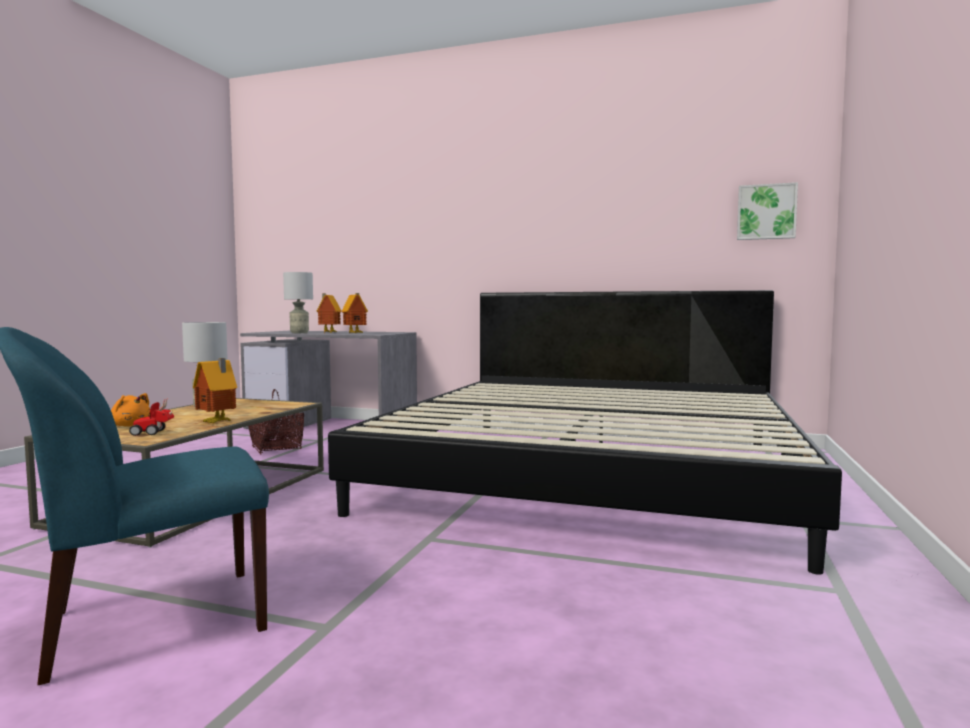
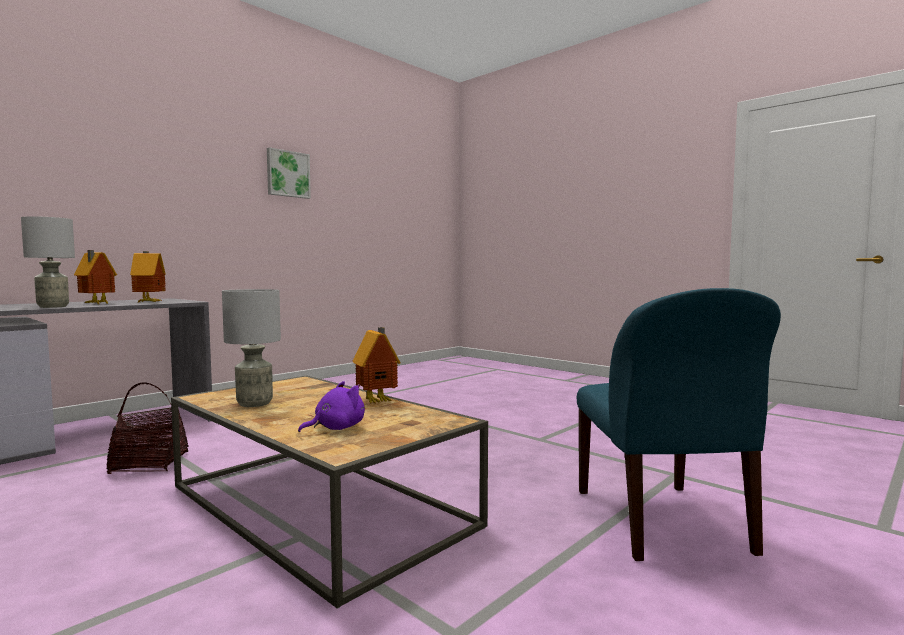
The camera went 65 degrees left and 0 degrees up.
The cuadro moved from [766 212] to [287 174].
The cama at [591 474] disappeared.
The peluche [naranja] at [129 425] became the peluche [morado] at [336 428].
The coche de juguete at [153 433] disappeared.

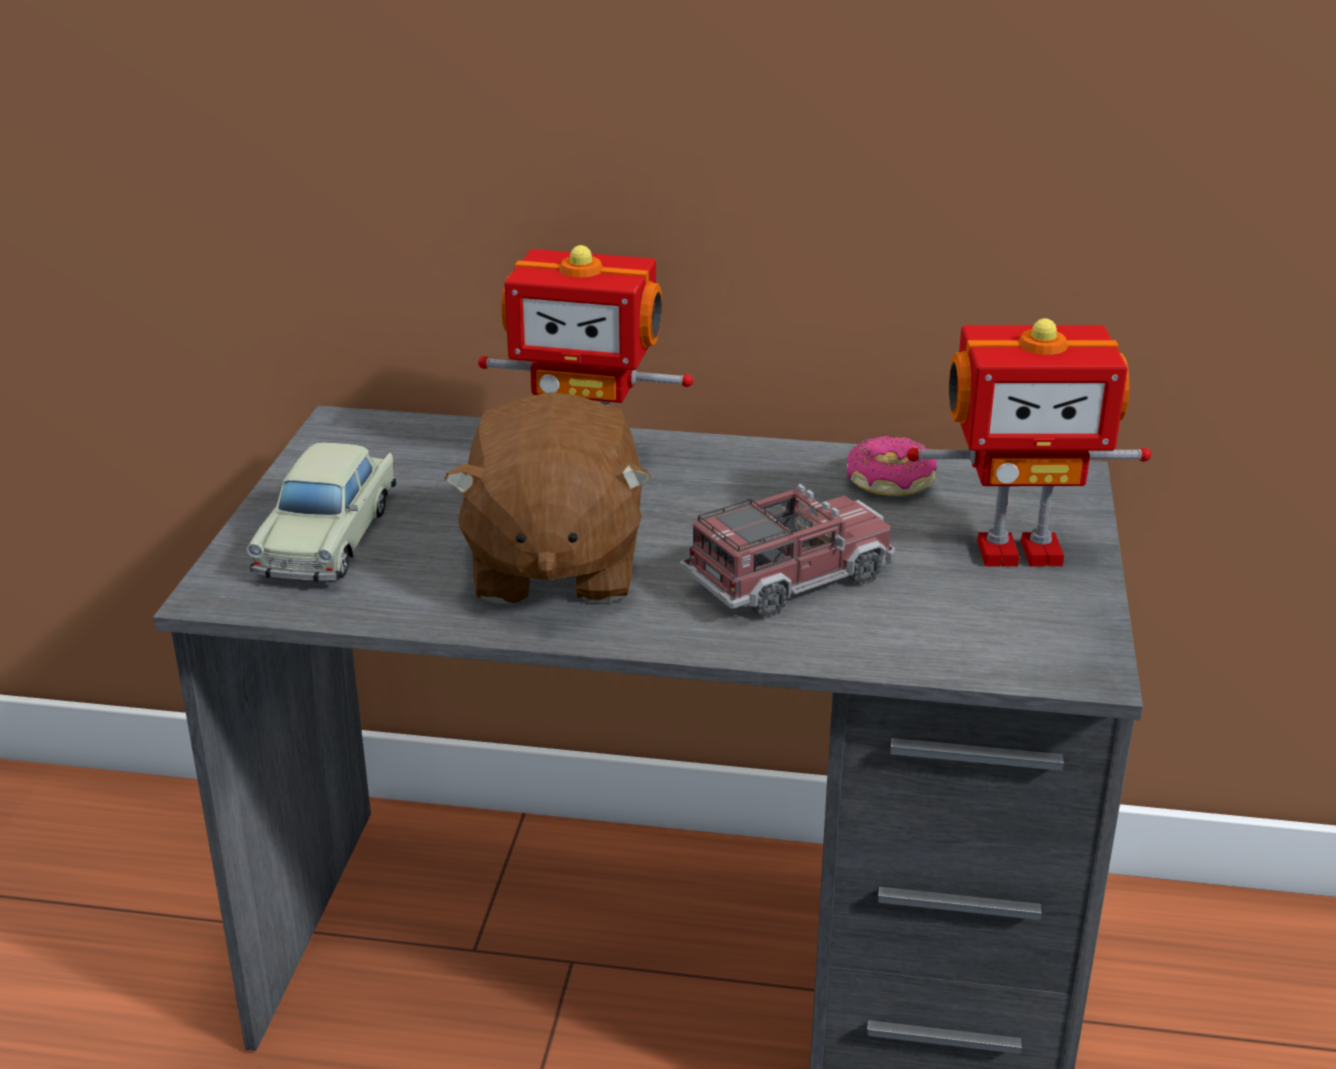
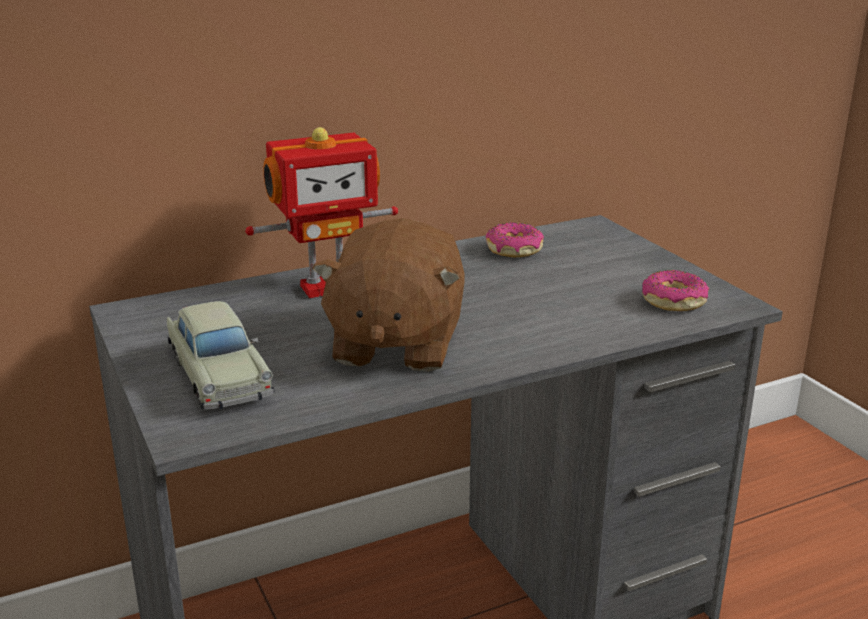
The camera went 35 degrees left and 5 degrees down.
The robot de juguete at [1018 550] disappeared.
The peluche [marrón] at [553 567] turned 45 degrees clockwise.
The camión de juguete at [789 579] disappeared.
The rosquilla at [673 302] appeared.

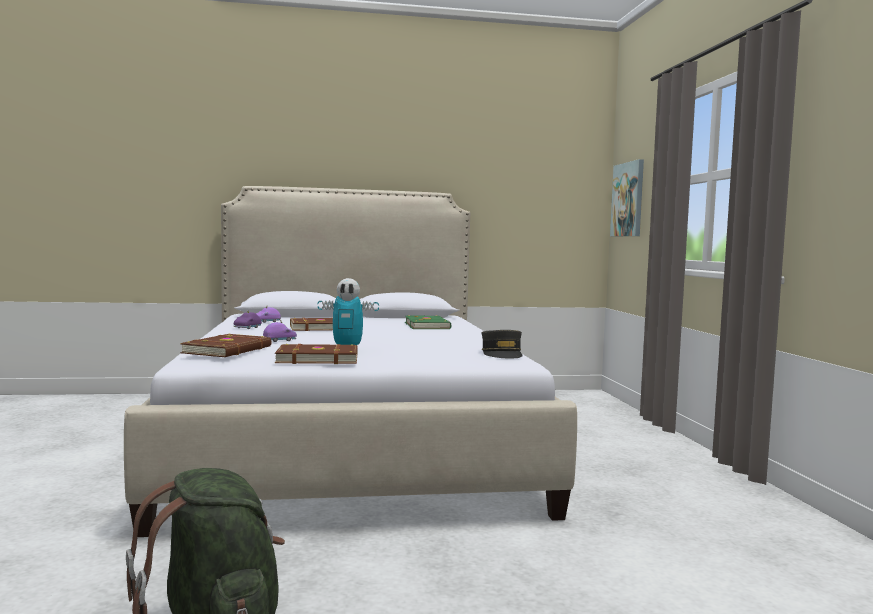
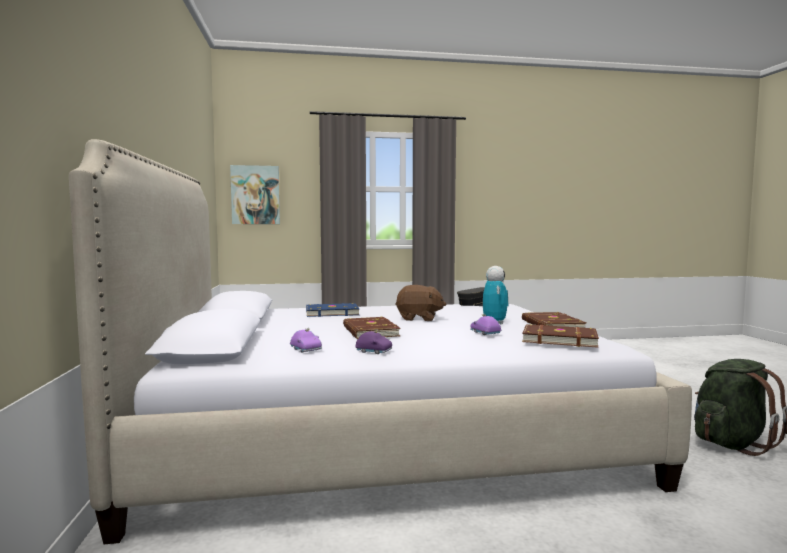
The camera went 90 degrees left and 0 degrees up.
The libro [verde] at [428 326] became the libro [azul] at [331 313].
The peluche [marrón] at [419 318] appeared.

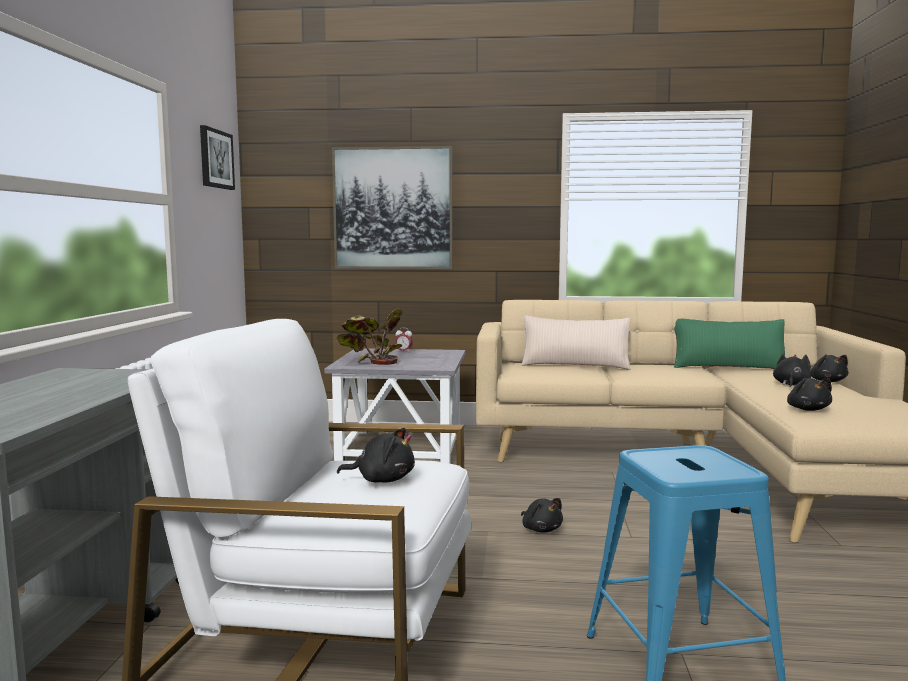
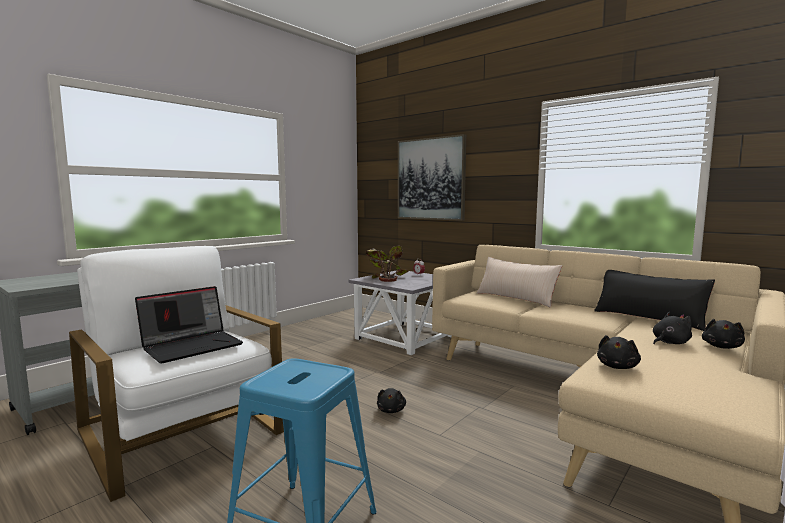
The camera went 35 degrees right and 0 degrees up.
The cuadro at [215 159] disappeared.
The cojín [verde] at [727 367] became the cojín [negro] at [648 318].
The peluche [negro] at [382 479] was replaced by the portátil at [193 345].

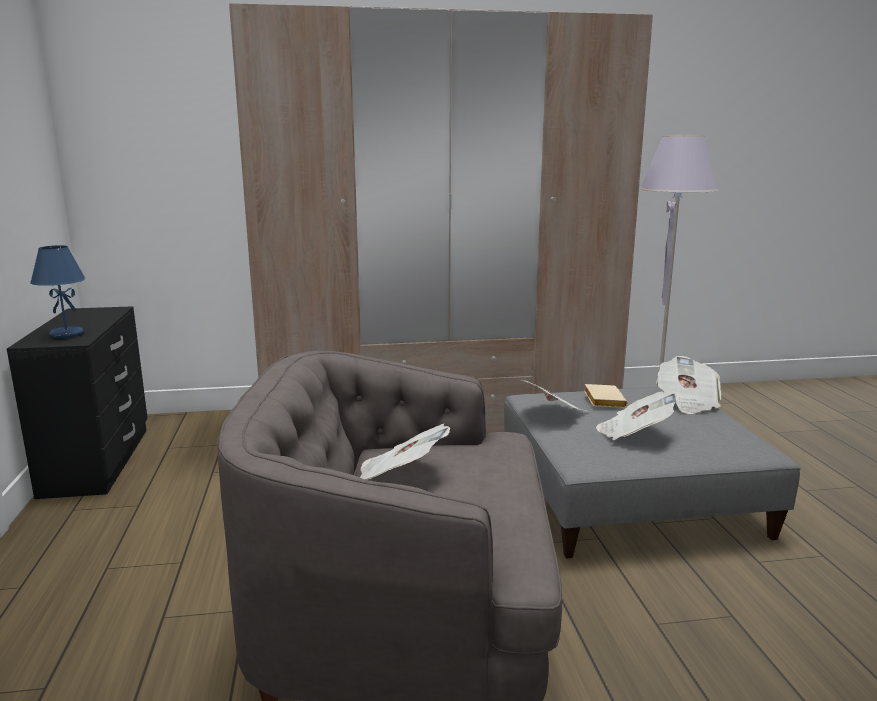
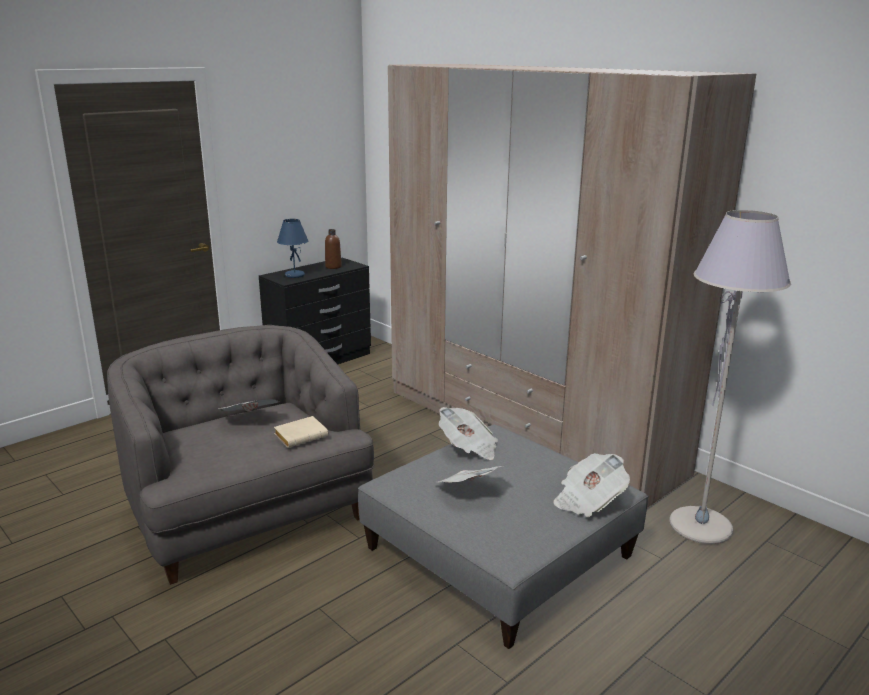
The camera went 55 degrees right and 5 degrees up.
The libro [beis] moved from [602 400] to [301 435].
The botella [marrón] at [333 267] appeared.

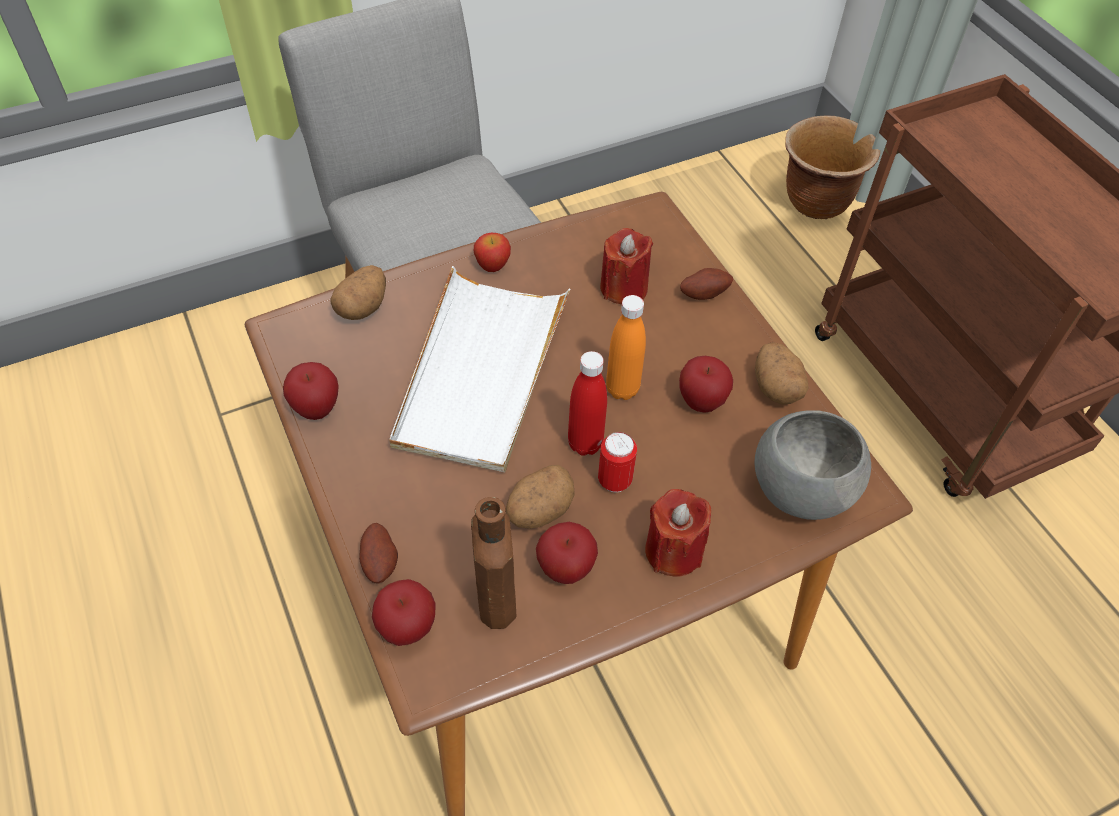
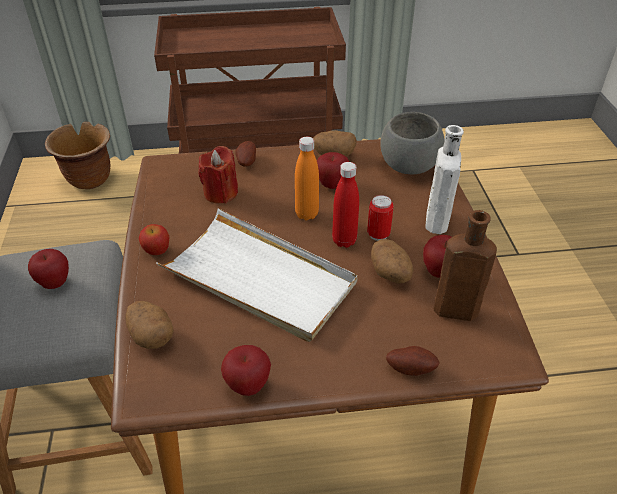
The camera went 70 degrees left and 10 degrees down.
The vela [rojo] at [673 551] was replaced by the botella [blanco] at [437 223].
The manzana moved from [407 629] to [55 283].

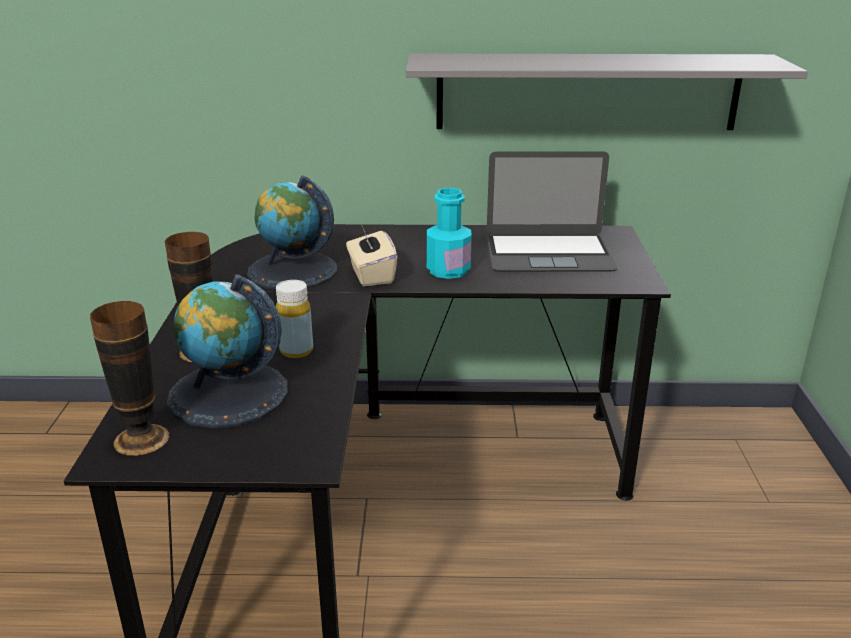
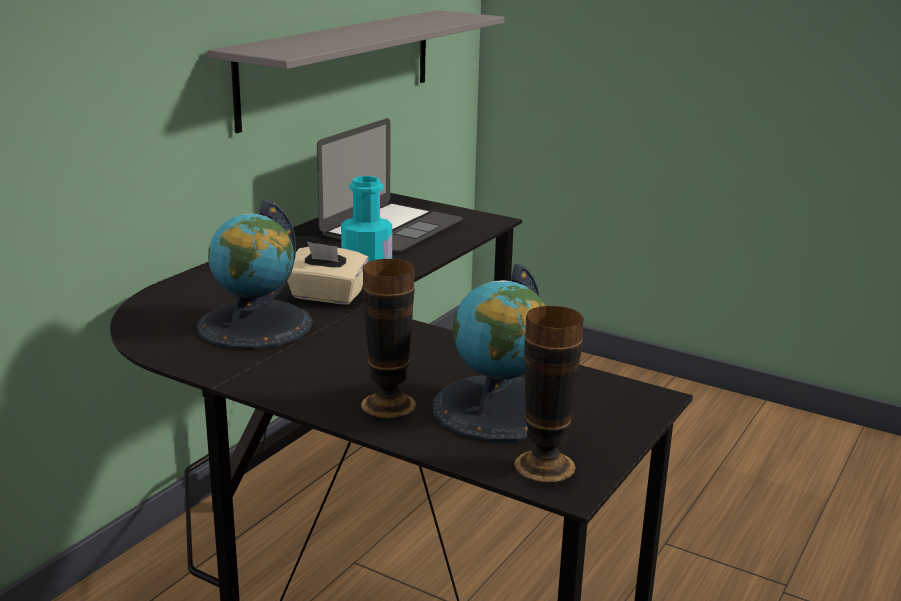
The camera went 60 degrees left and 5 degrees down.
The botella [amarillo] at [296 351] disappeared.

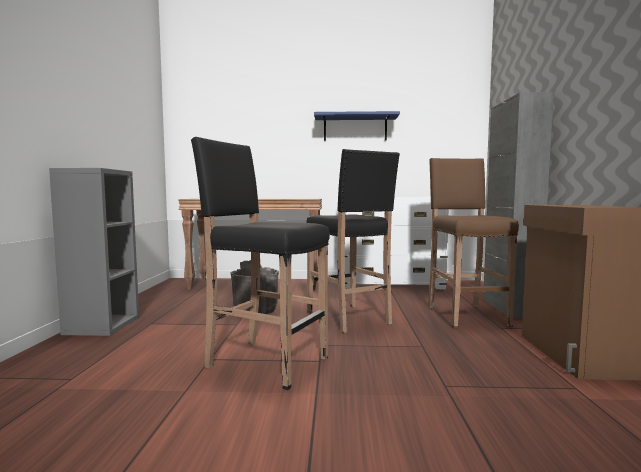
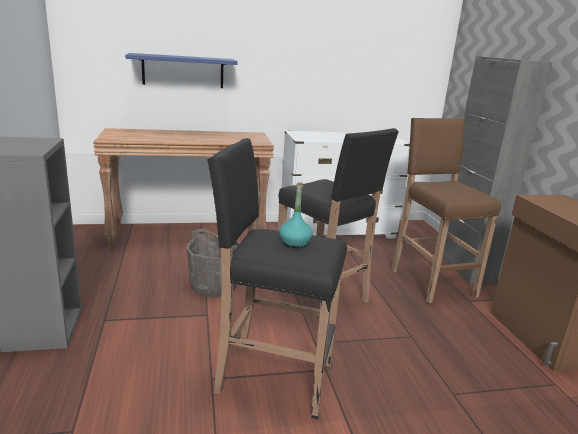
The camera went 15 degrees left and 15 degrees up.
The estante [azul] moved from [355 128] to [183 71].
The botella [turquesa] at [294 243] appeared.

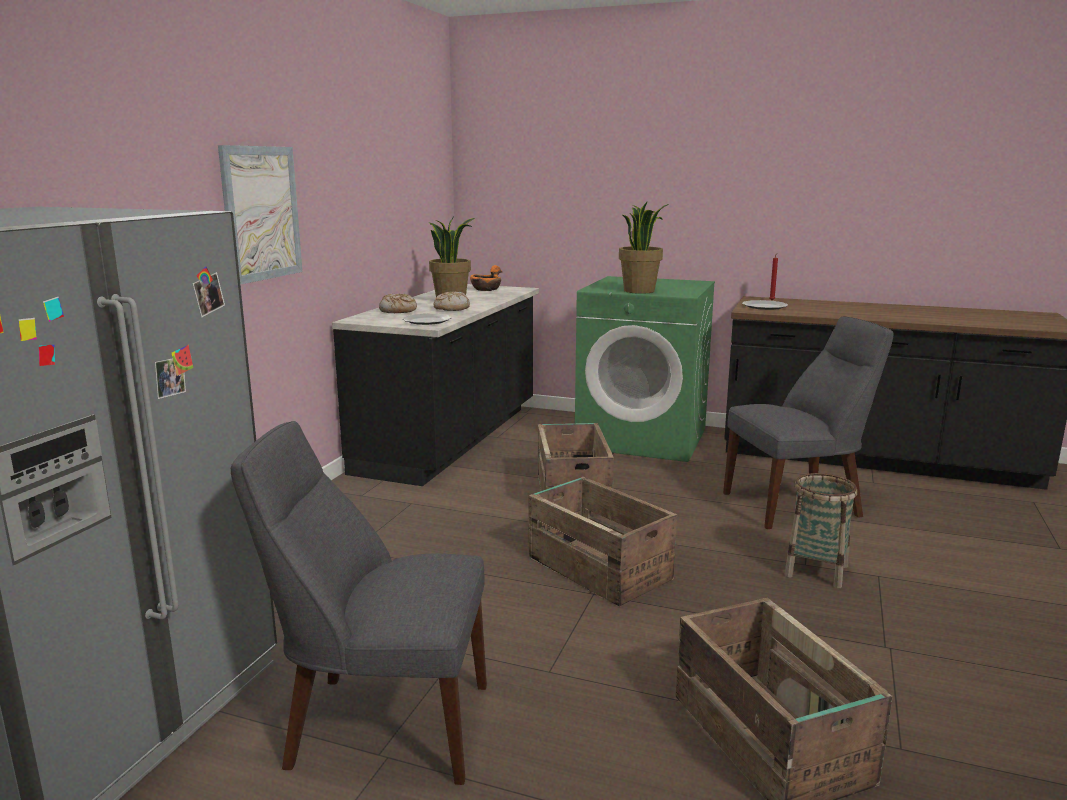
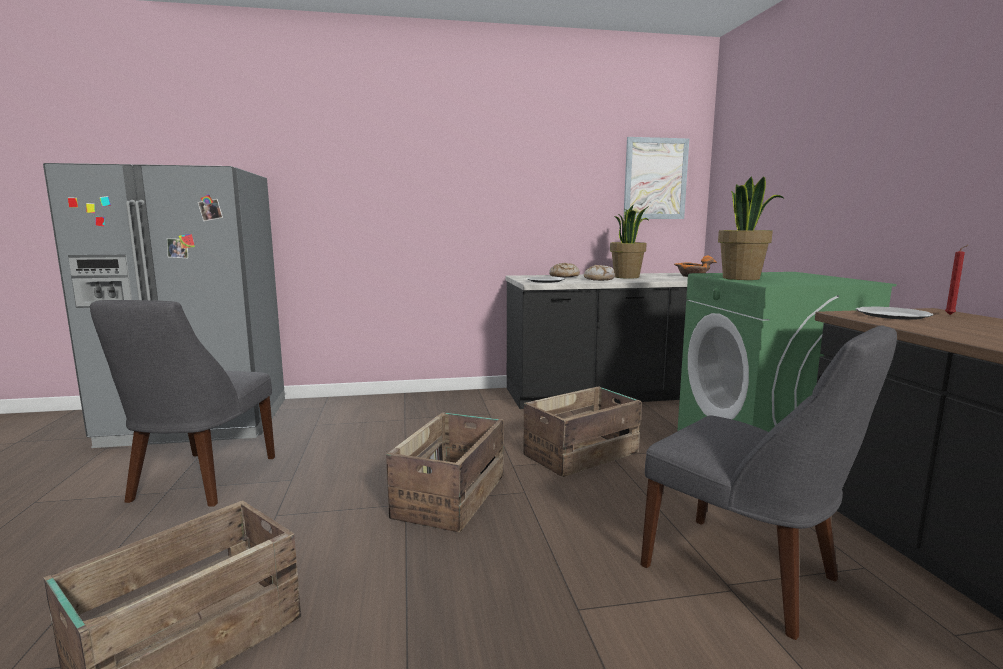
The camera went 60 degrees right and 5 degrees down.
The cuadro moved from [261 213] to [655 179].
The silla [gris] at [380 725] turned 150 degrees counterclockwise.
The cesta at [816 571] disappeared.

